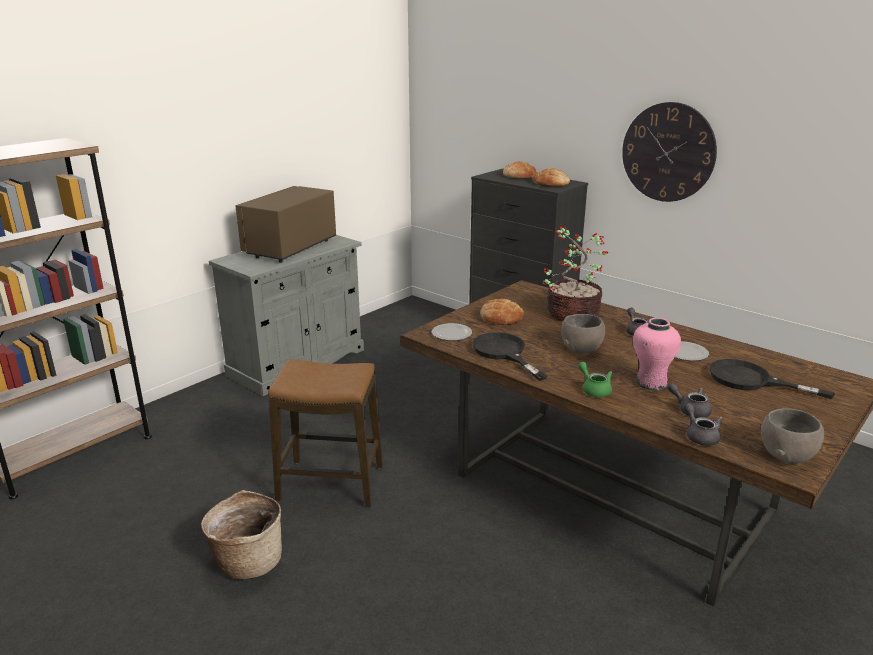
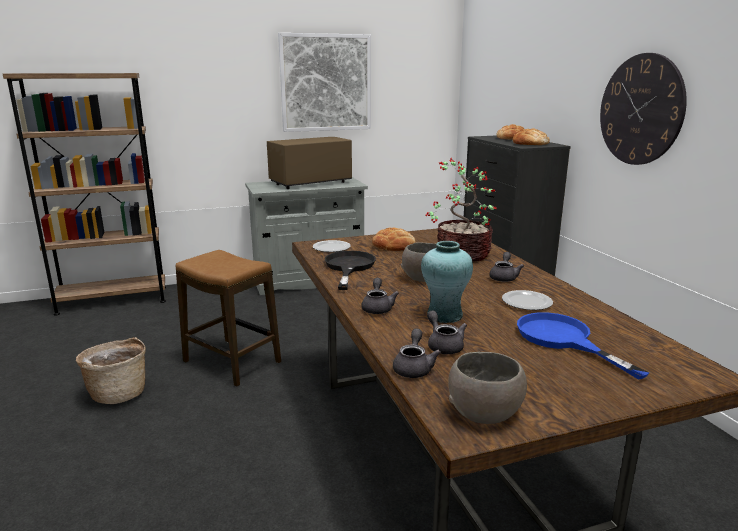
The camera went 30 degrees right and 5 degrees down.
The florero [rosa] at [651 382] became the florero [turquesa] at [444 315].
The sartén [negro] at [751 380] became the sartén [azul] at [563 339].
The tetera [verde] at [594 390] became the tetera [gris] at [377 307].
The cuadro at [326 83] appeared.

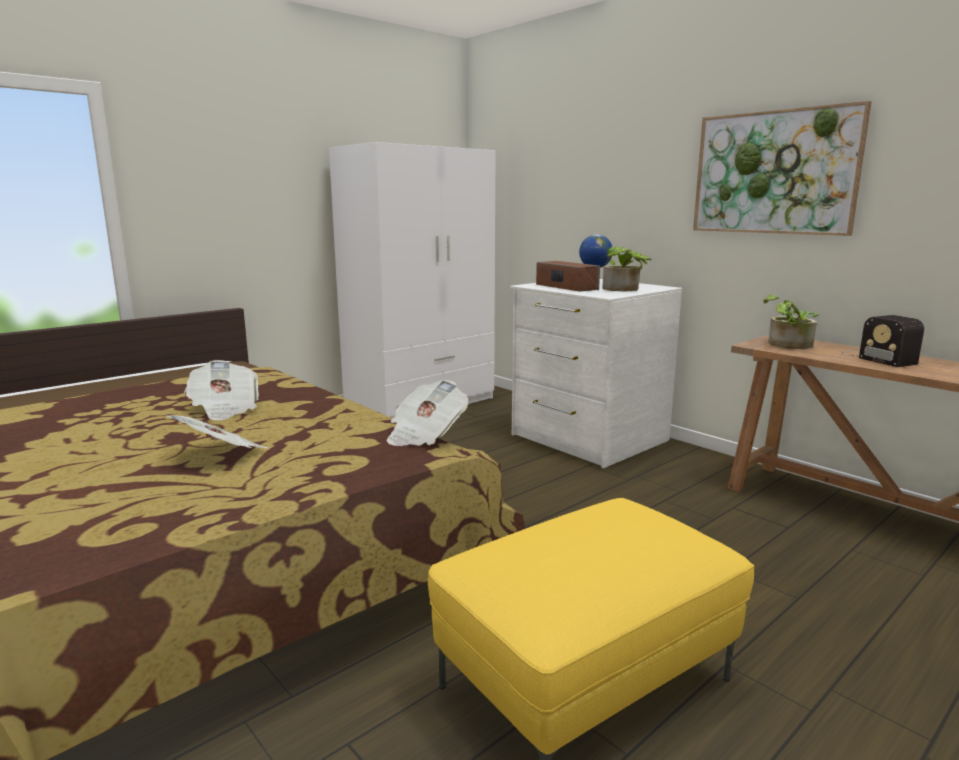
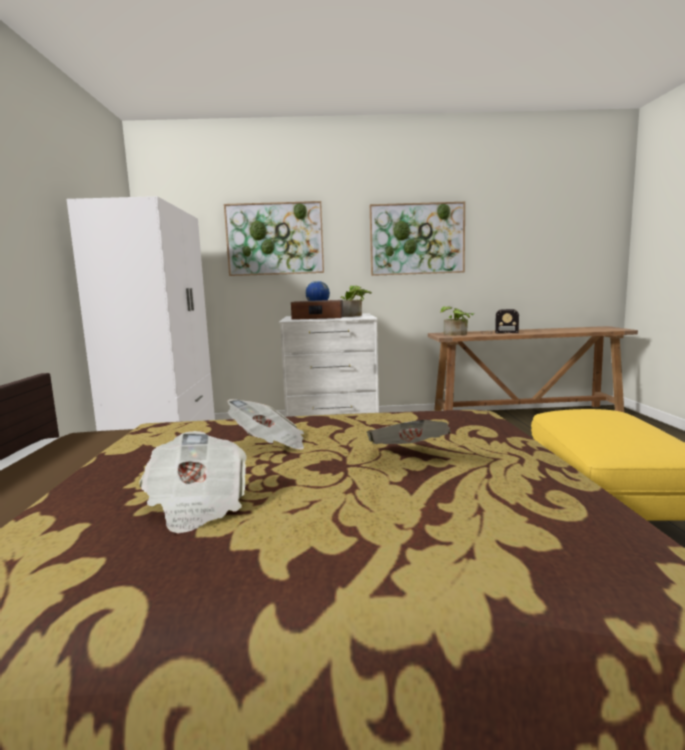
The camera went 50 degrees left and 5 degrees down.
The periódico moved from [425 435] to [197 506].
The cuadro at [275 239] appeared.

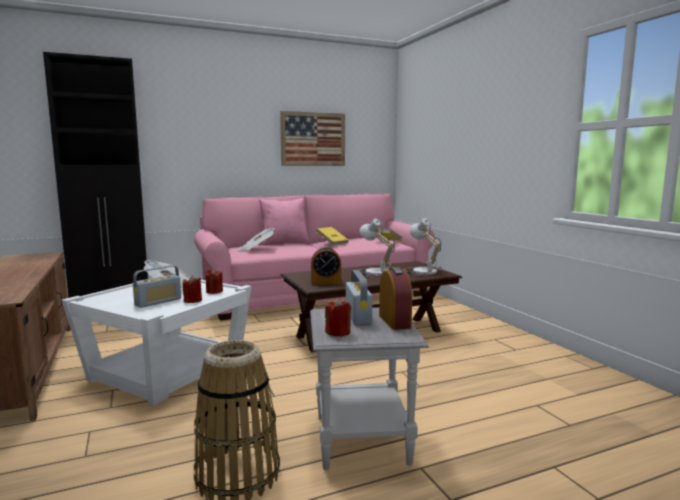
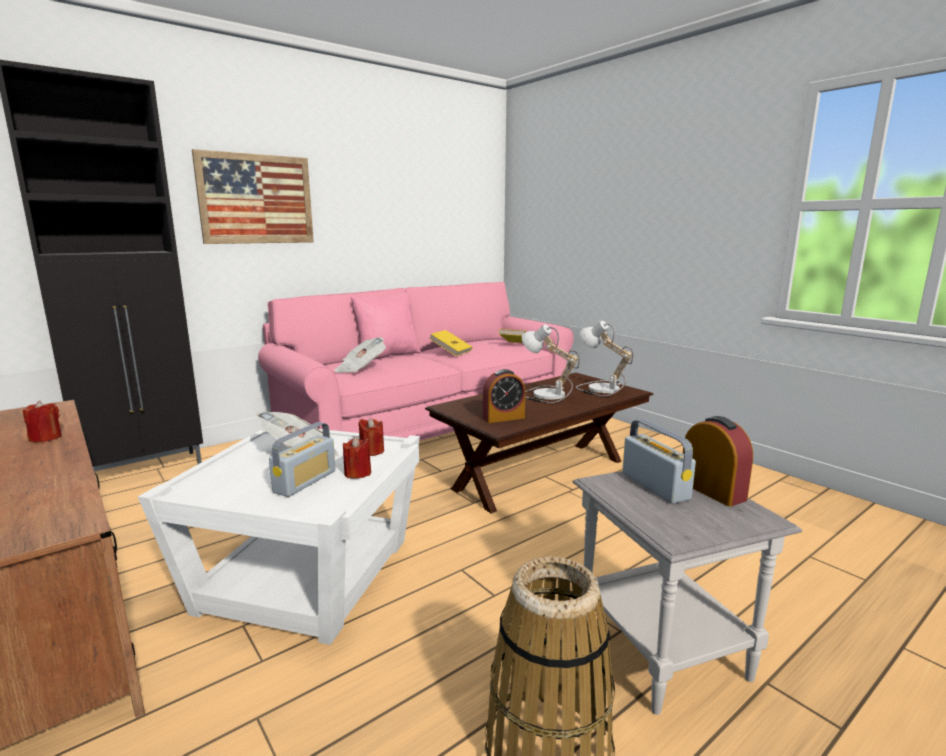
The camera went 15 degrees left and 5 degrees up.
The cuadro moved from [313 139] to [256 199].
The vela [rojo] moved from [338 332] to [45 438].

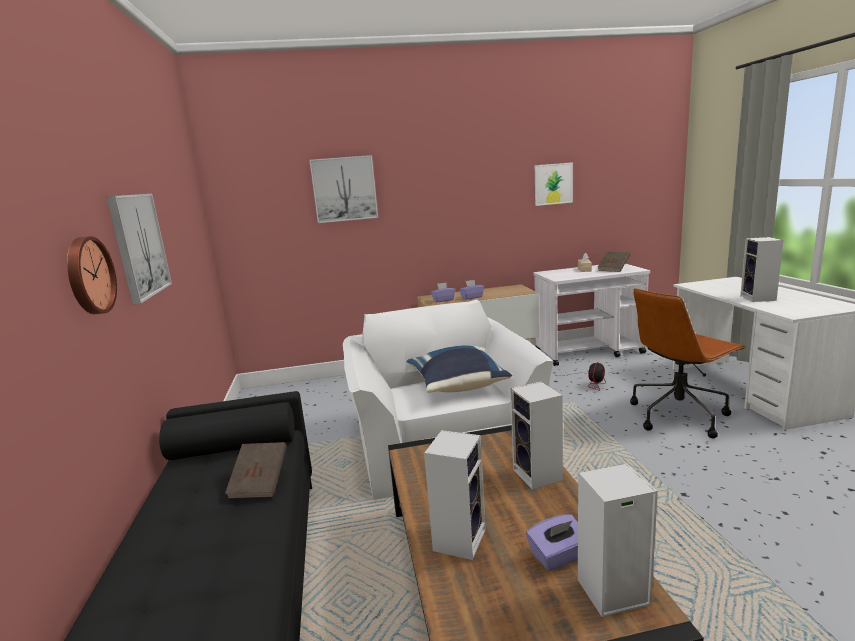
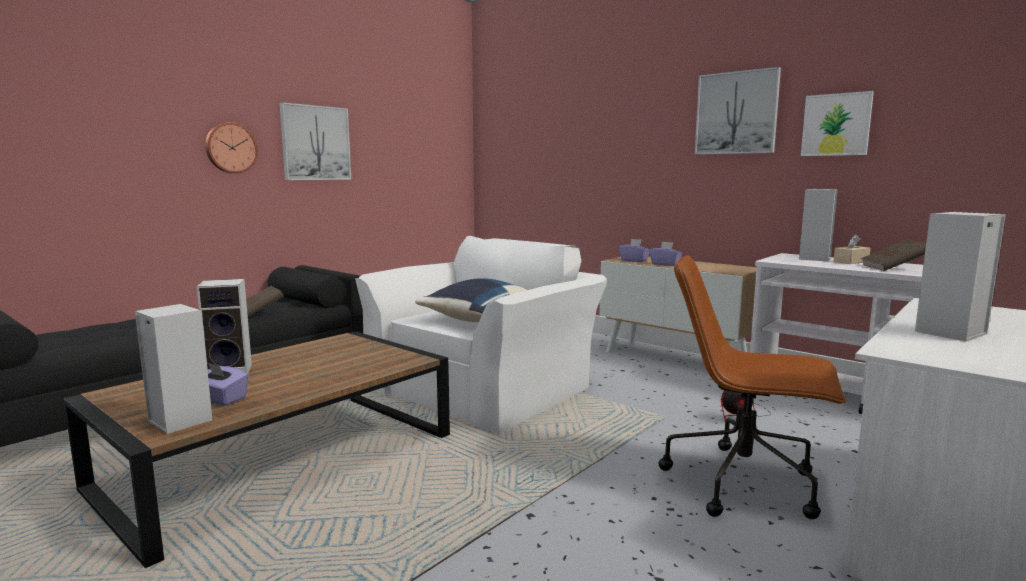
The camera went 50 degrees right and 5 degrees down.
The cuadro moved from [344 189] to [736 113].
The altavoz moved from [539 476] to [815 258].

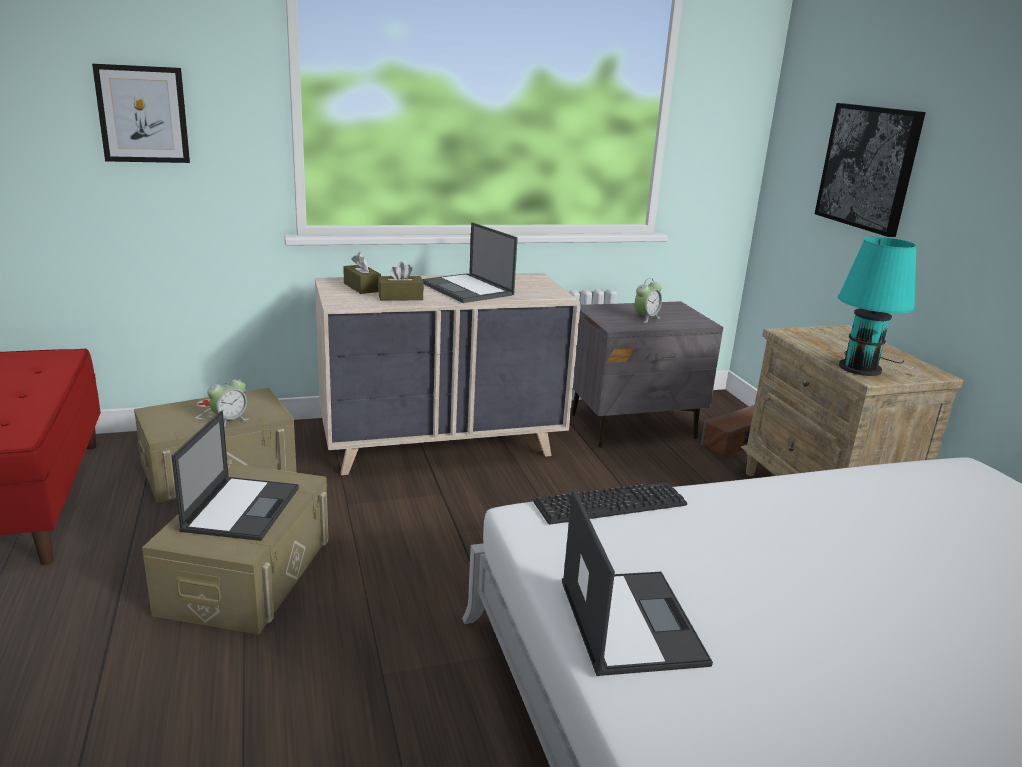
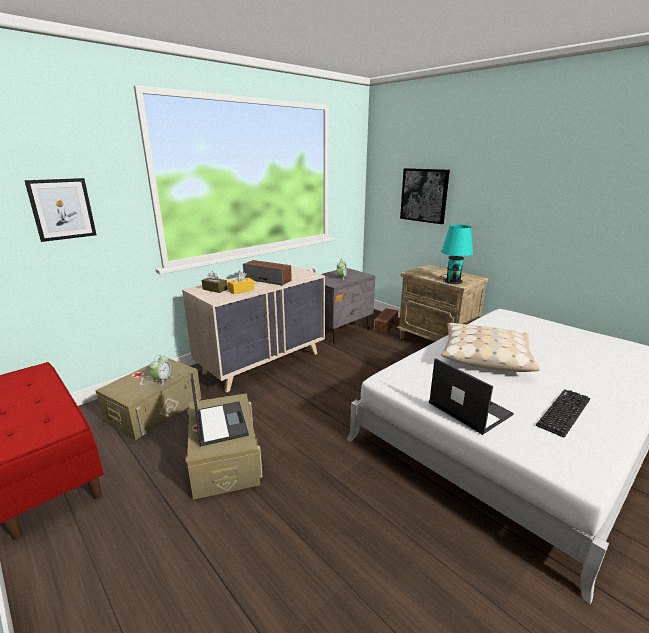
The camera went 25 degrees left and 0 degrees up.
The portátil at [468 289] was replaced by the altavoz at [268 279].
The caja de pañuelos [marrón] at [400 297] became the caja de pañuelos [amarillo] at [241 290].
The teclado moved from [610 504] to [564 412].
The cojín [beis] at [485 356] appeared.

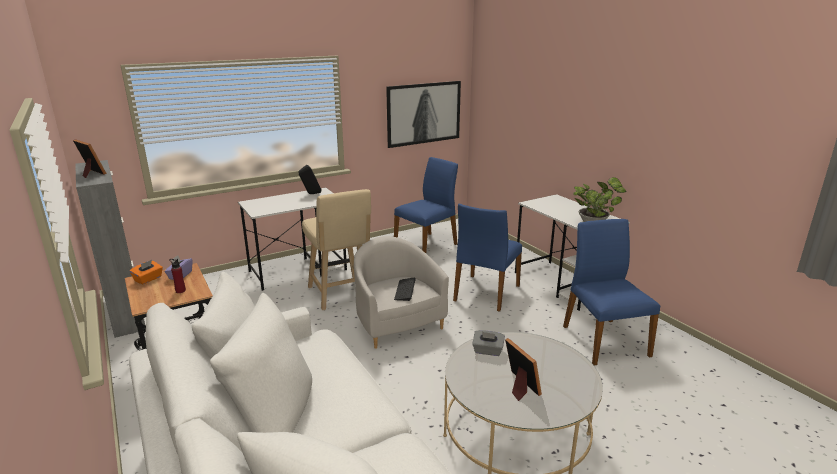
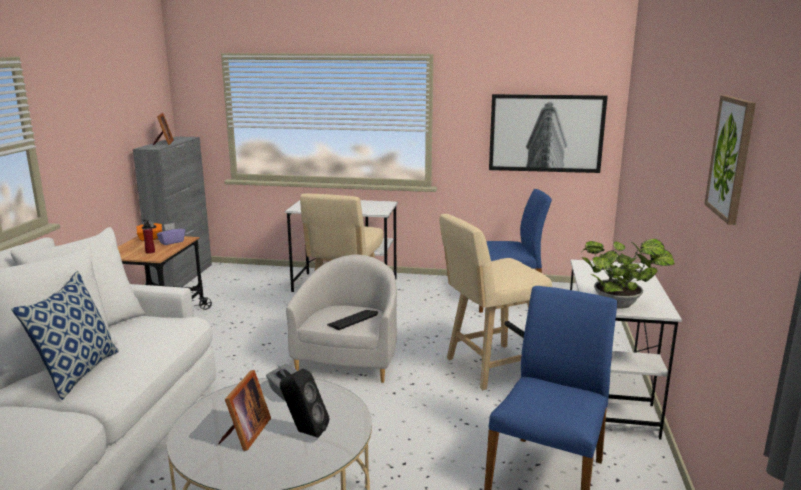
The camera went 40 degrees right and 5 degrees down.
The altavoz [negro] moved from [311 194] to [304 432].
The silla [azul] at [485 293] was replaced by the taburete [beis] at [489 368].
The cuadro at [731 158] appeared.
The cojín at [77 373] appeared.

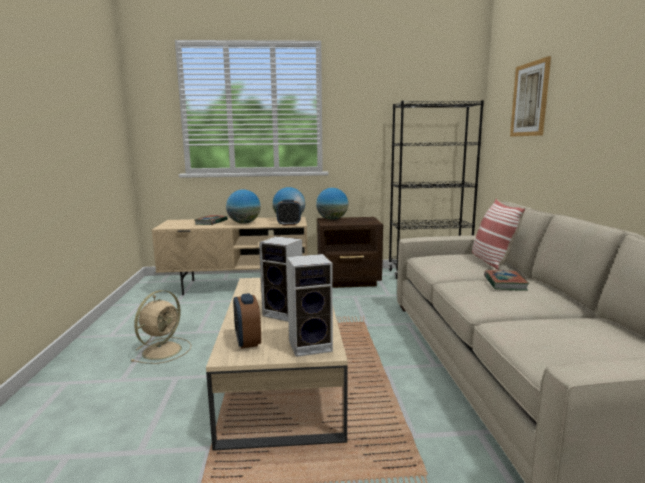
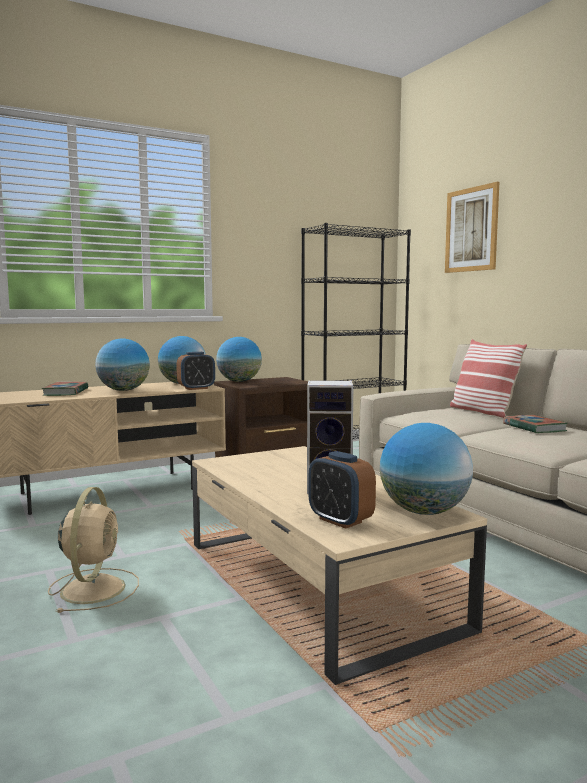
The camera went 25 degrees left and 5 degrees down.
The altavoz at [312 345] was replaced by the globo terráqueo at [424 512].

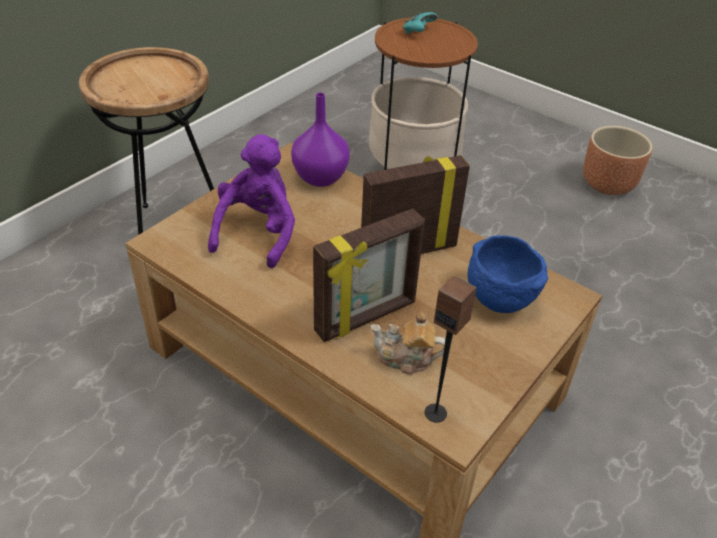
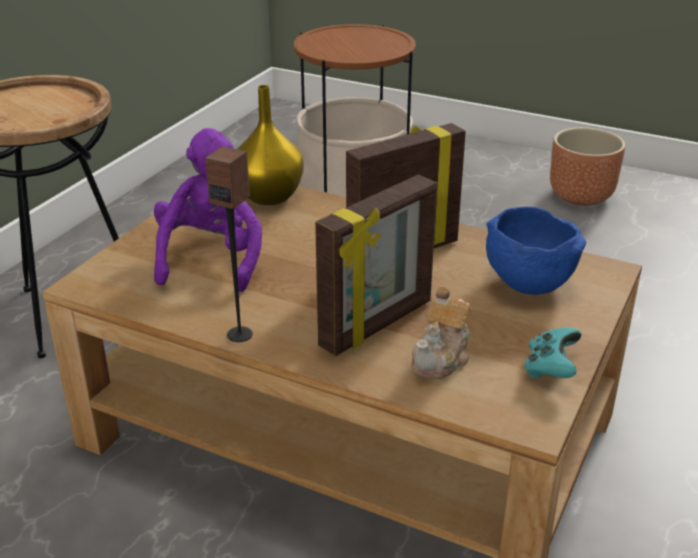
The camera went 10 degrees left and 10 degrees down.
The mando de consola [turquesa] moved from [418 31] to [550 368].
The florero [morado] at [320 177] became the florero [amarillo] at [268 196].
The altavoz moved from [436 413] to [240 334].
The tetera at [406 358] turned 60 degrees counterclockwise.

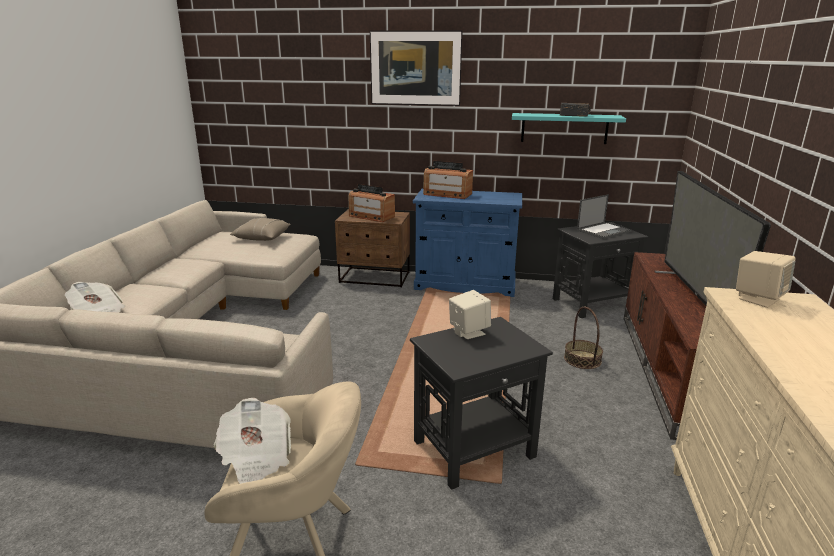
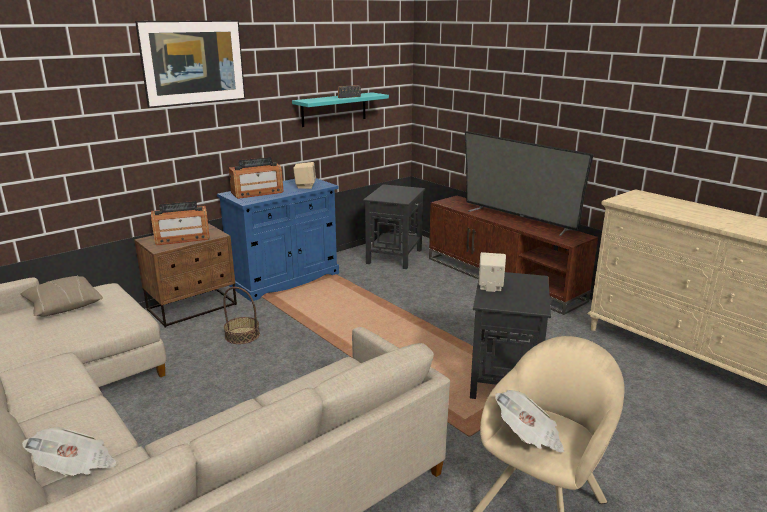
The camera went 50 degrees left and 0 degrees up.
The portátil at [603 231] disappeared.
The altavoz [beis] moved from [758 299] to [305 186].
The cesta moved from [582 359] to [242 335].

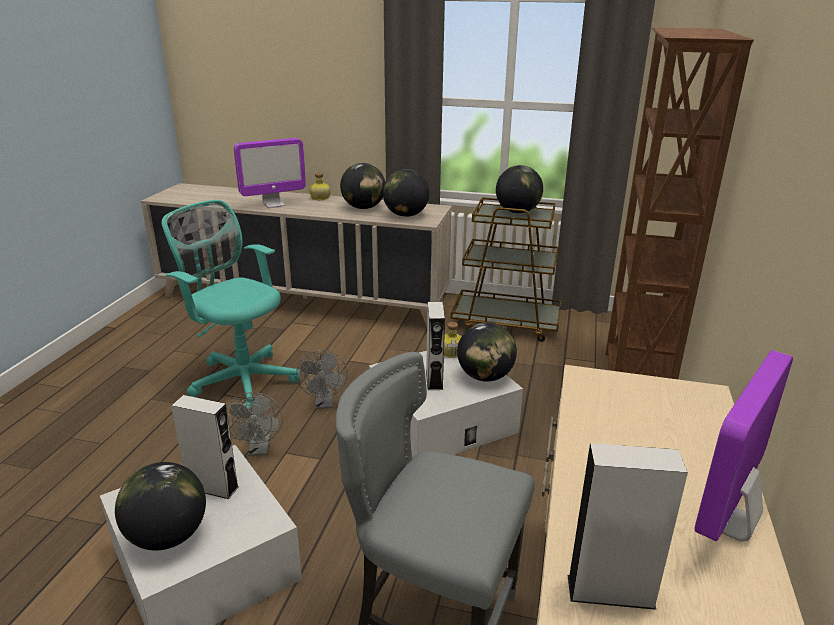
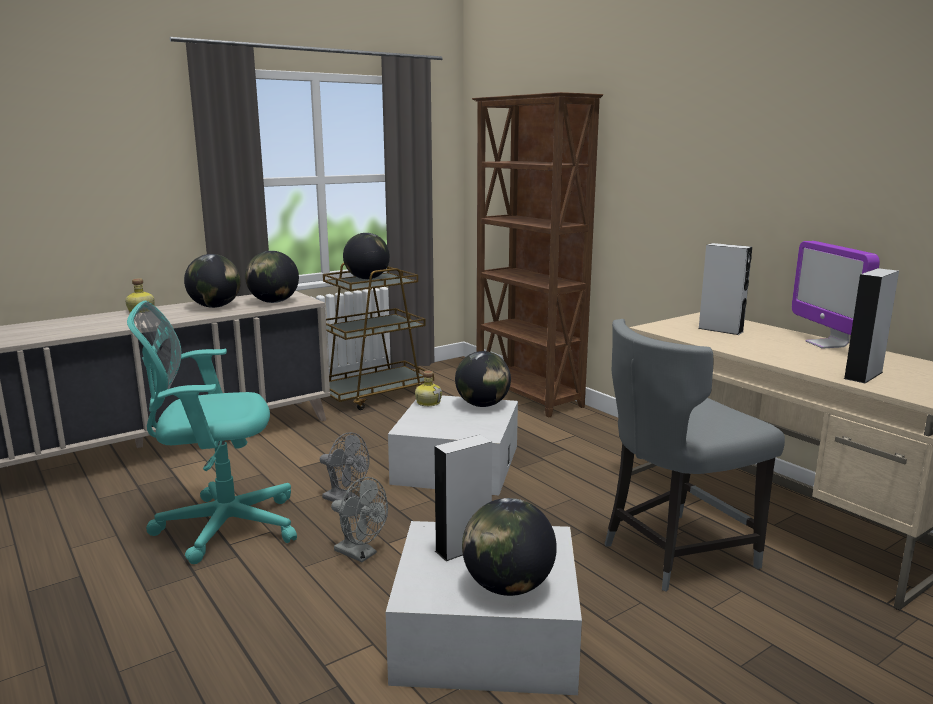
The camera went 50 degrees left and 10 degrees down.
The monitor at [273 204] disappeared.
The altavoz [gris] moved from [434 379] to [720 330].

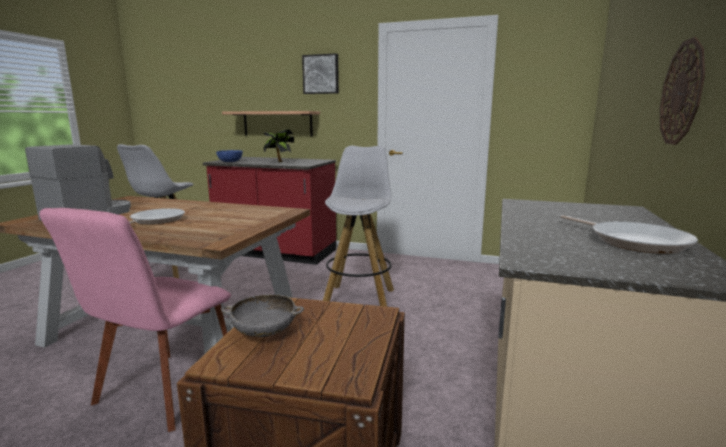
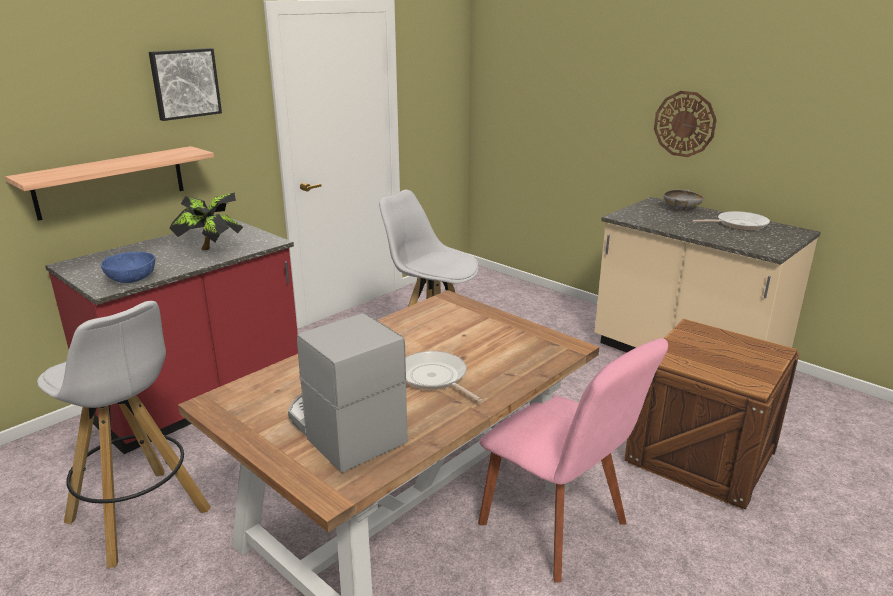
The camera went 65 degrees left and 10 degrees up.
The cuenco [gris] moved from [264 333] to [681 209].

